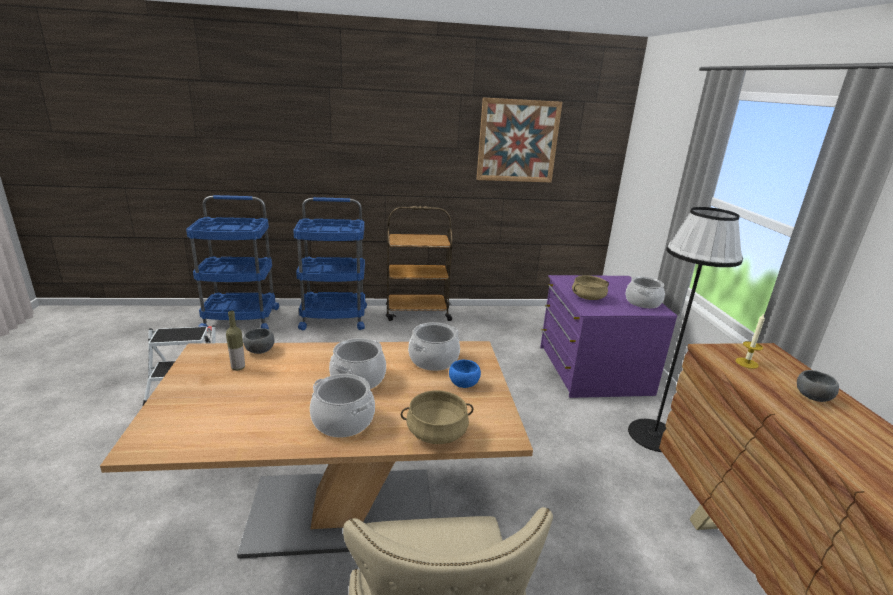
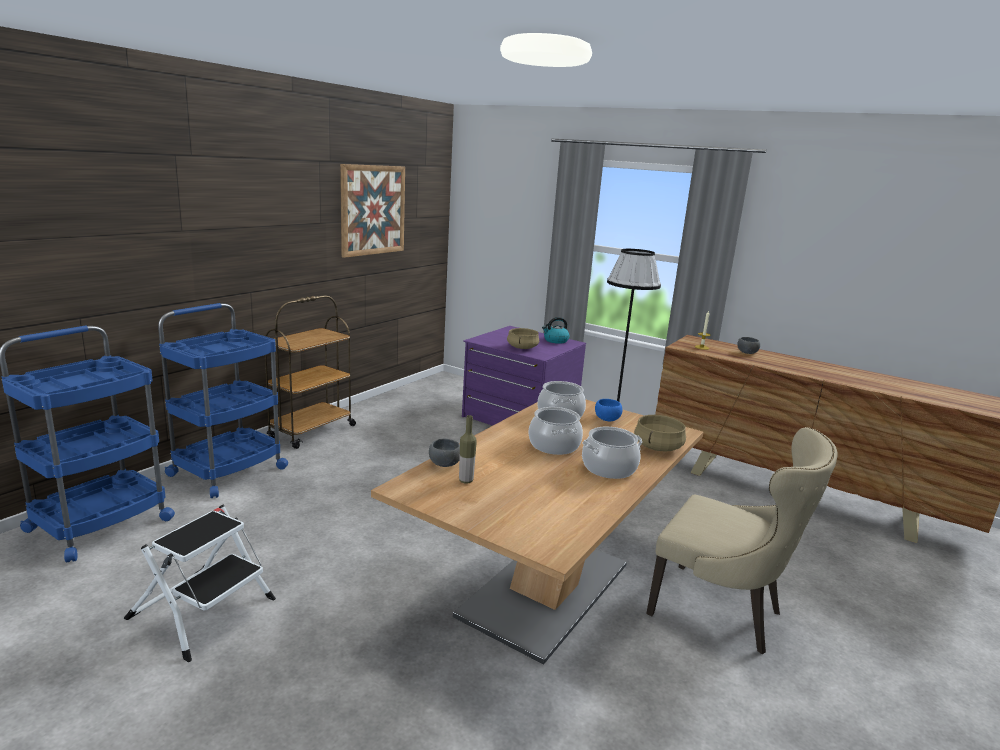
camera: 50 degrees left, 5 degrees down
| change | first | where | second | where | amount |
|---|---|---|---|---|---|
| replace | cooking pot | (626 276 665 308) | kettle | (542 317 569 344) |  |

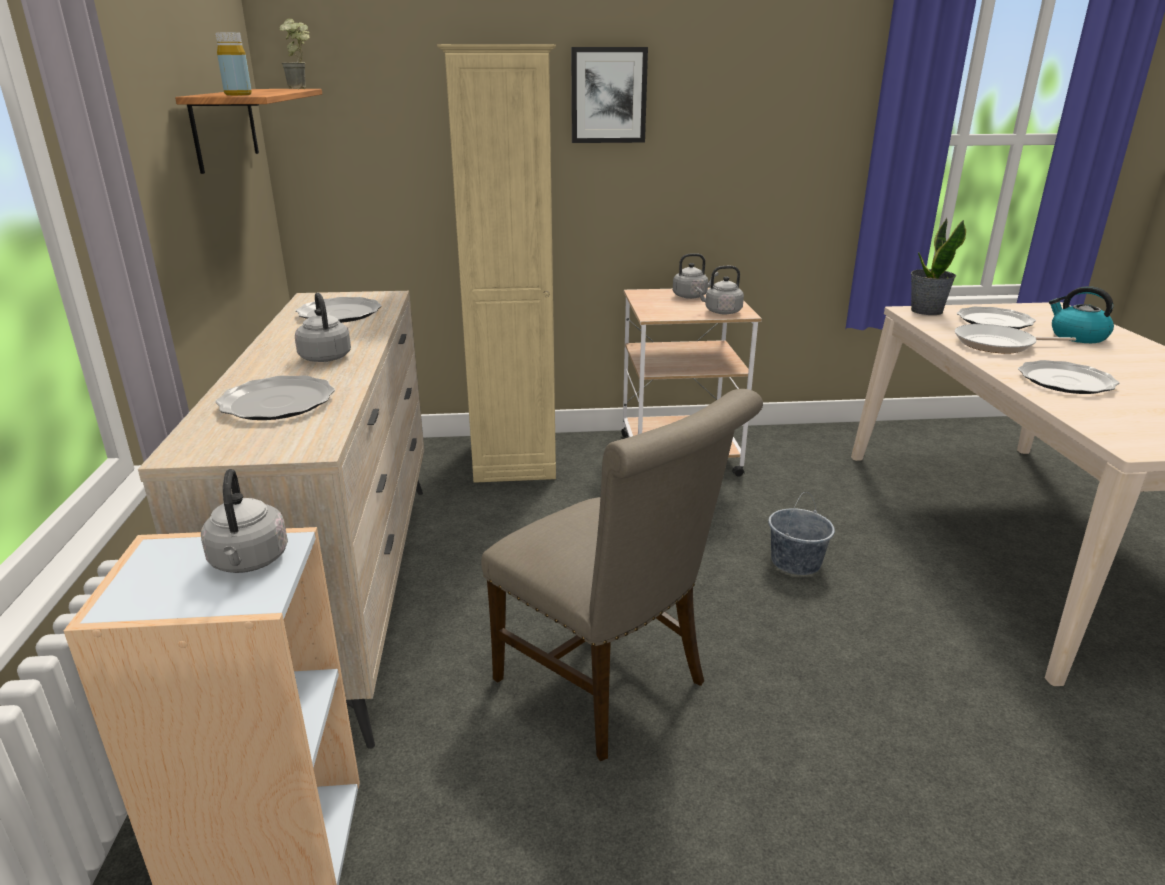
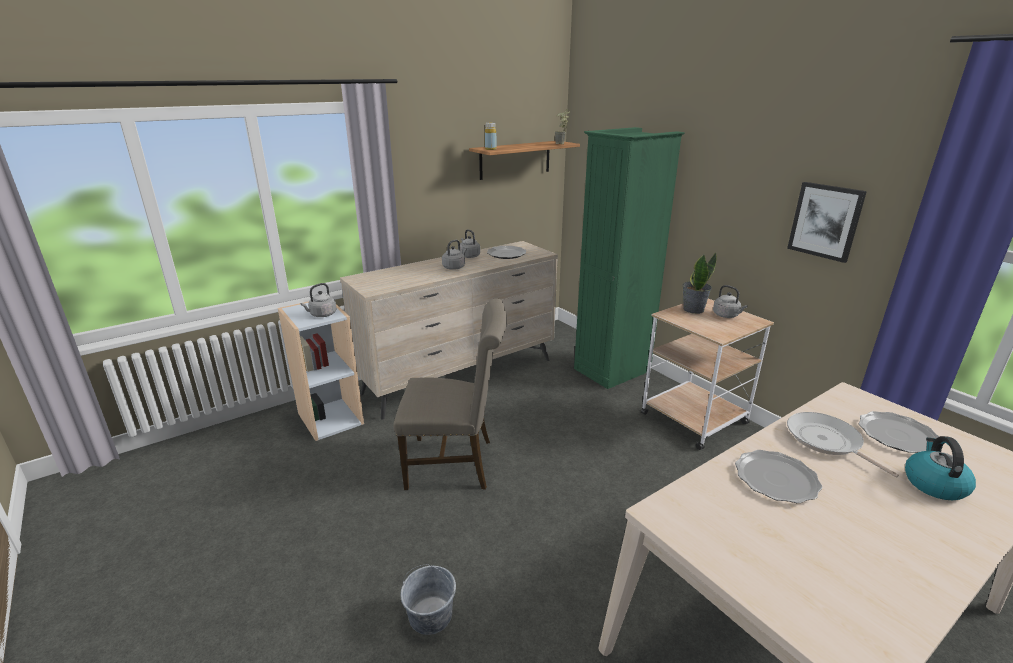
camera: 60 degrees right, 0 degrees up
| change | first | where | second | where | amount |
|---|---|---|---|---|---|
| delete | plate | (216 375 335 420) |  |  |  |
| recolor | cabinet in beige | (437 44 556 483) | cabinet in green | (574 127 685 389) |  |
| rotate | chair in beige | (481 389 763 761) |  | (393 299 507 490) | 105 degrees counterclockwise |
| move | picture | (571 47 648 143) |  | (787 182 867 263) |  |
| move | kettle in grey | (695 266 744 314) |  | (460 229 480 258) |  |
| move | bucket in grey | (768 492 835 575) |  | (401 564 456 635) |  |
| move | potted plant | (911 218 966 315) |  | (683 252 717 314) |  |

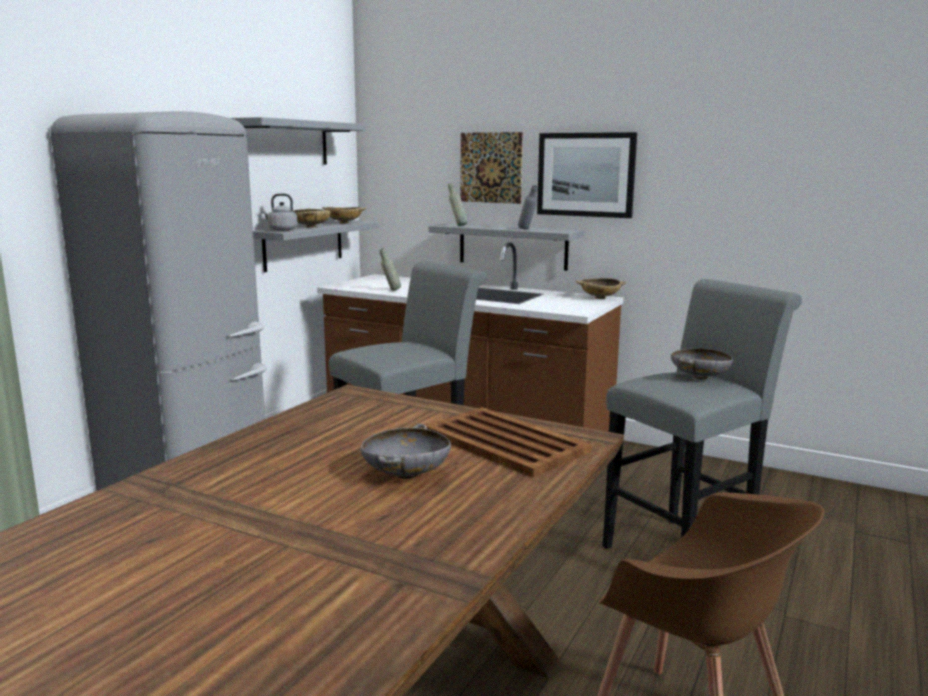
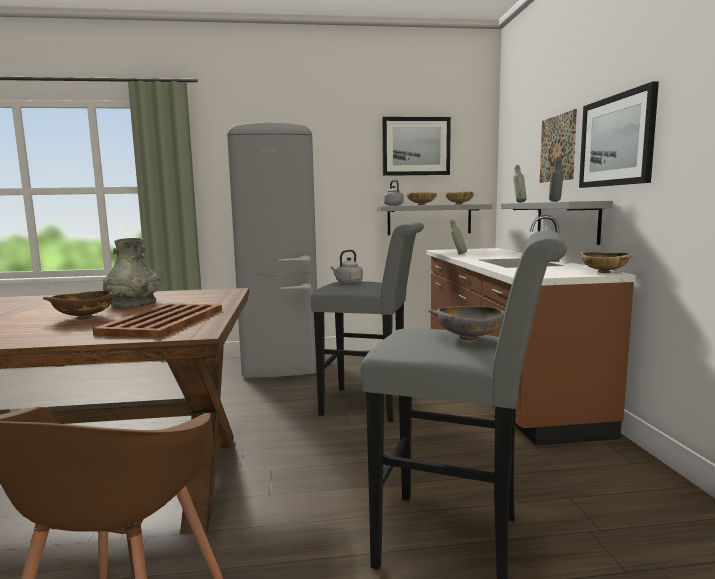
camera: 55 degrees right, 5 degrees down
| change | first | where | second | where | amount |
|---|---|---|---|---|---|
| replace | shelf in grey | (231 117 365 165) | picture | (382 117 451 176) |  |
| recolor | bowl in grey | (361 424 451 479) | bowl in brown | (43 291 121 320) |  |
| insert |  |  | vase in grey | (103 238 161 307) |  |
| insert |  |  | kettle in grey | (331 250 363 284) |  |

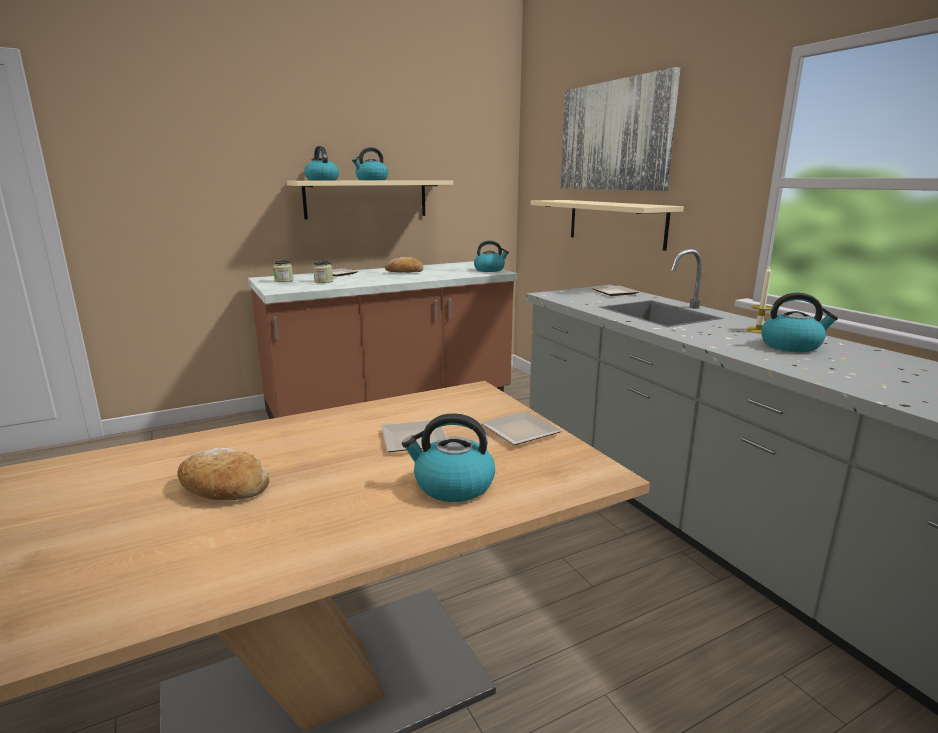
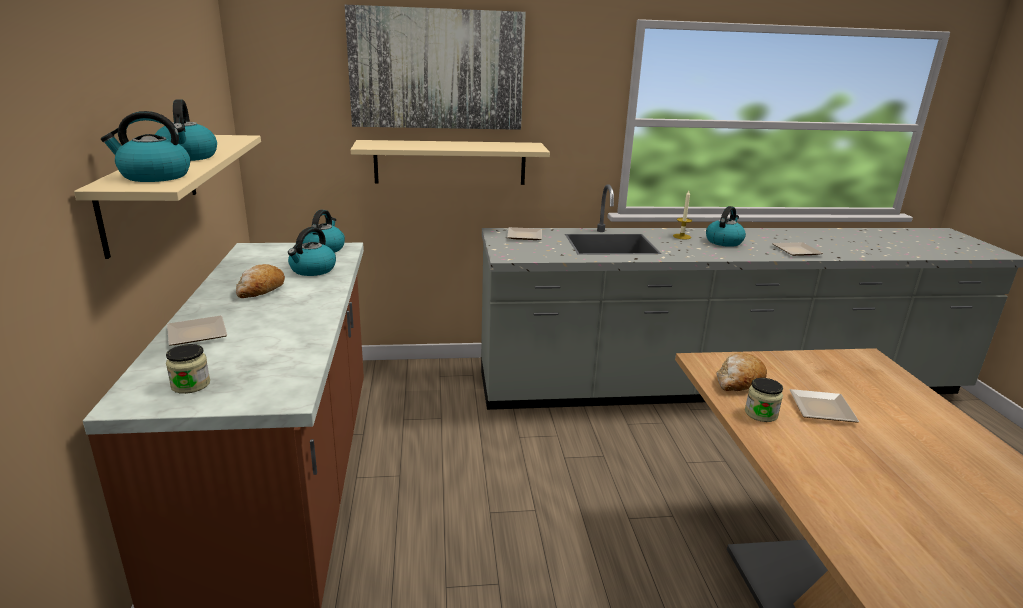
camera: 70 degrees left, 5 degrees up
| change | first | where | second | where | amount |
|---|---|---|---|---|---|
| move | bread | (177 448 269 500) |  | (717 352 767 391) |  |
| move | jar | (313 261 333 283) |  | (745 378 783 422) |  |
| move | kettle | (402 413 495 502) |  | (288 227 336 276) |  |
| move | plate | (480 411 562 445) |  | (772 242 823 256) |  |

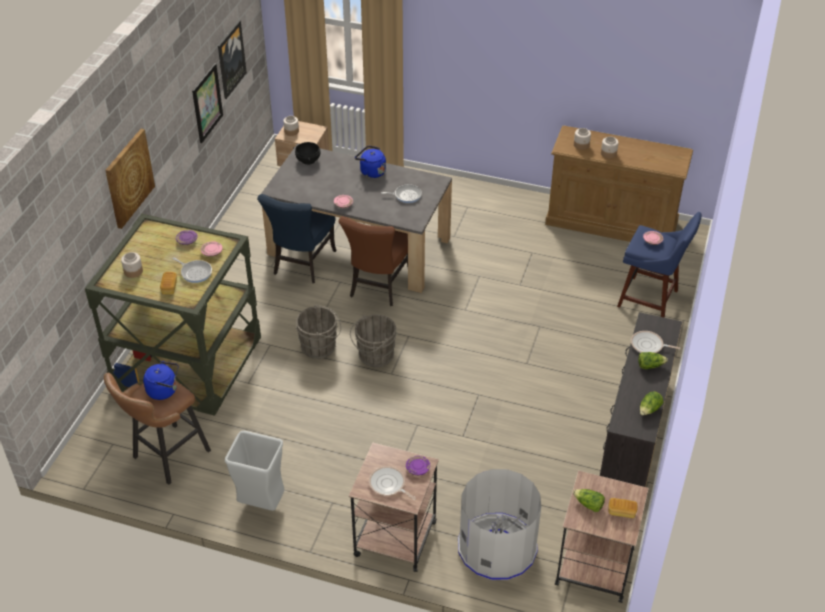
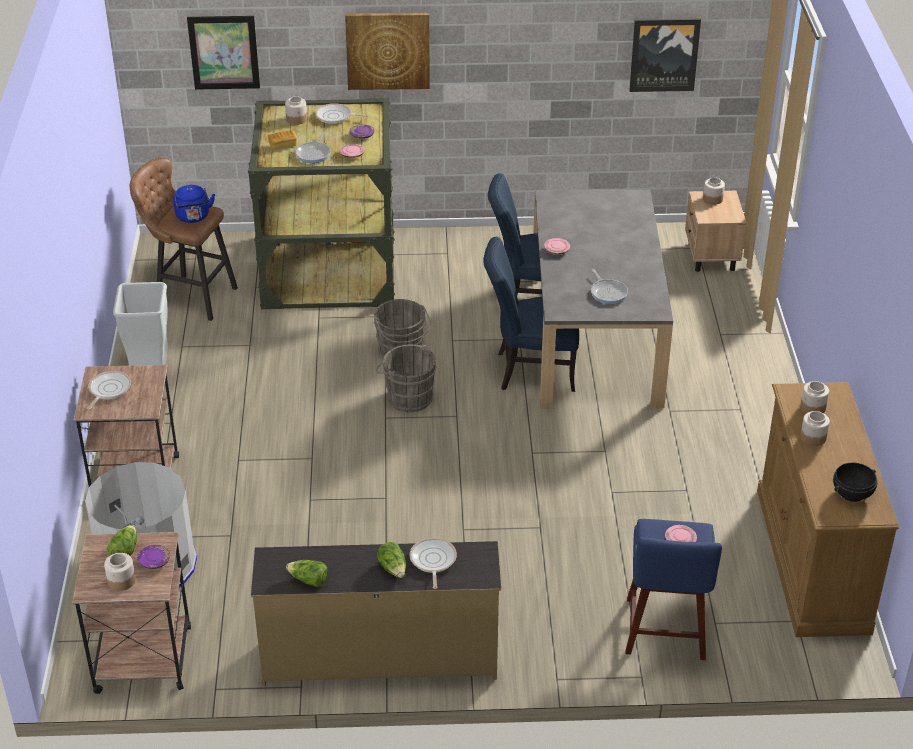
camera: 70 degrees right, 5 degrees down
| change | first | where | second | where | amount |
|---|---|---|---|---|---|
| move | picture | (192 63 223 143) |  | (187 16 260 90) |  |
| move | bowl in black | (295 142 320 165) |  | (833 463 878 502) |  |
| recolor | chair in brown | (338 216 408 306) | chair in blue | (483 237 579 392) |  |
| delete | kettle in blue | (355 146 386 178) |  |  |  |
| move | plate in purple | (406 456 430 476) |  | (137 545 170 569) |  |
| replace | bread | (608 498 638 518) | jar | (104 553 136 591) |  |
| insert |  |  | frying pan | (315 103 369 124) |  |

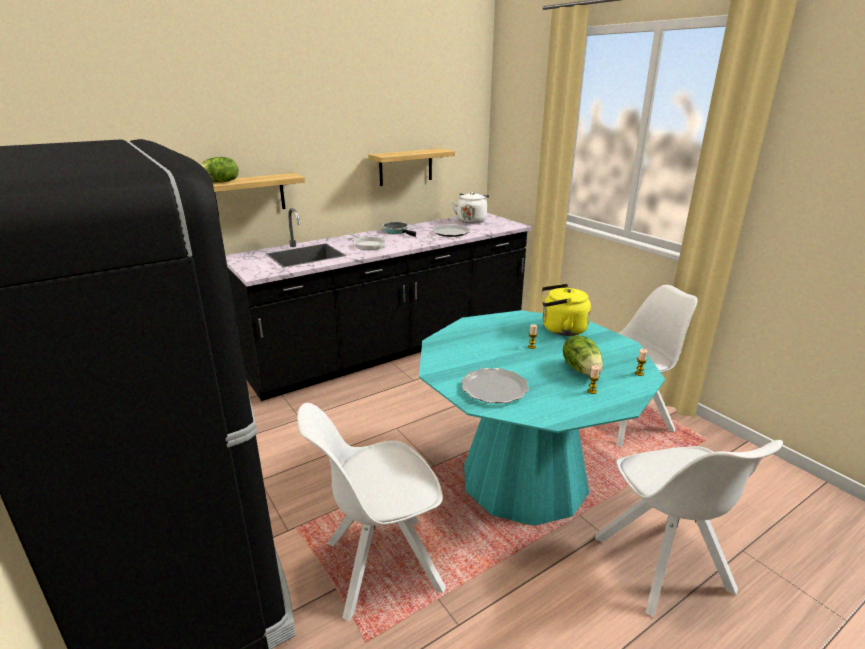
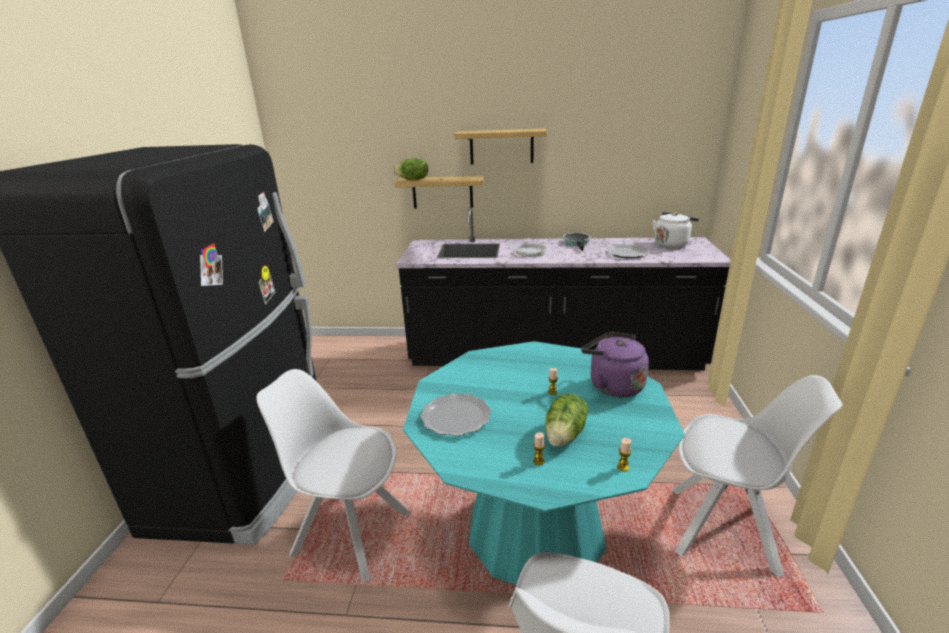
camera: 40 degrees right, 0 degrees up
| change | first | where | second | where | amount |
|---|---|---|---|---|---|
| move | shelf | (368 148 455 186) |  | (454 128 547 165) |  |
| recolor | kettle in yellow | (541 284 591 336) | kettle in purple | (581 332 649 397) |  |

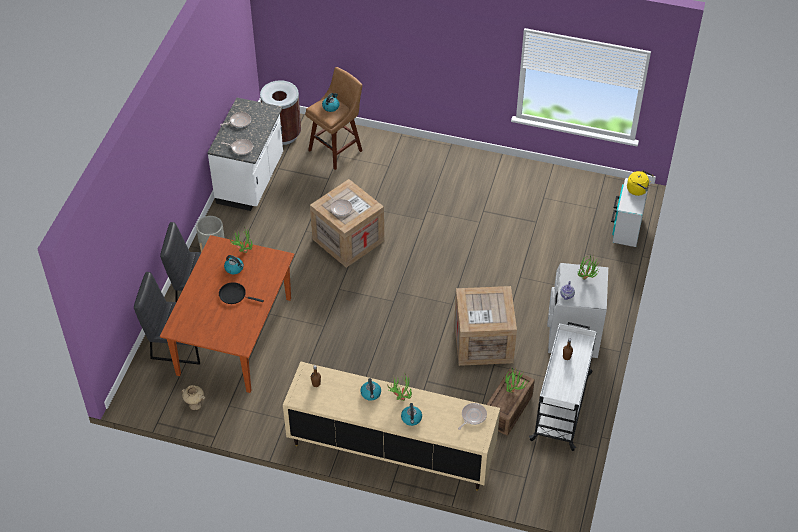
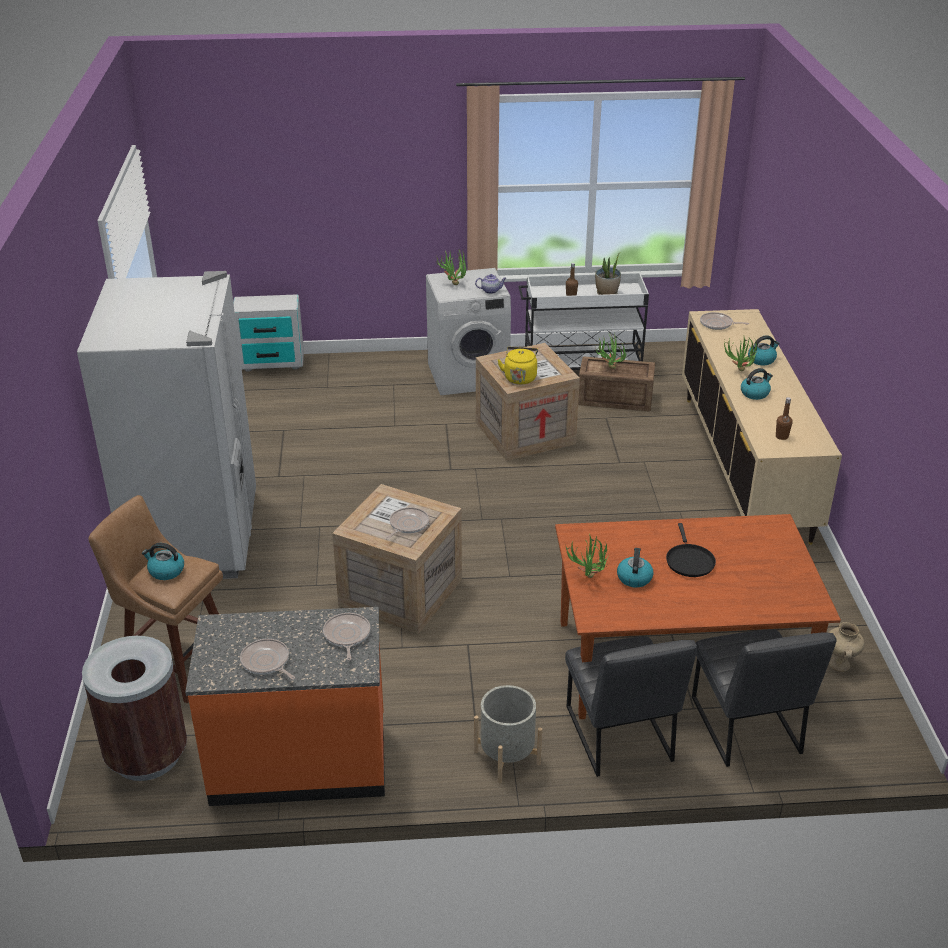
camera: 110 degrees left, 15 degrees down
| change | first | where | second | where | amount |
|---|---|---|---|---|---|
| recolor | counter in white | (207 98 283 211) | counter in orange | (185 607 385 806) |  |
| move | kettle in yellow | (627 170 653 196) |  | (497 347 538 384) |  |
| insert |  |  | fridge in white | (77 271 256 579) |  |
| insert |  |  | potted plant | (595 252 621 295) |  |

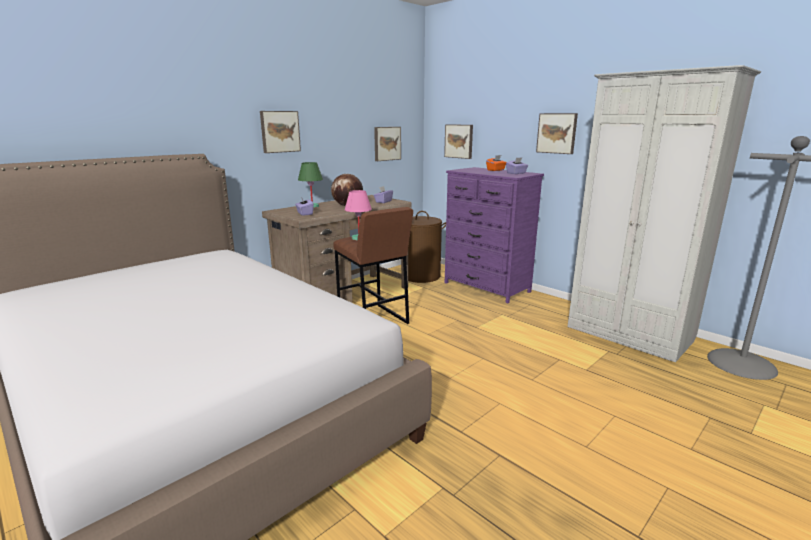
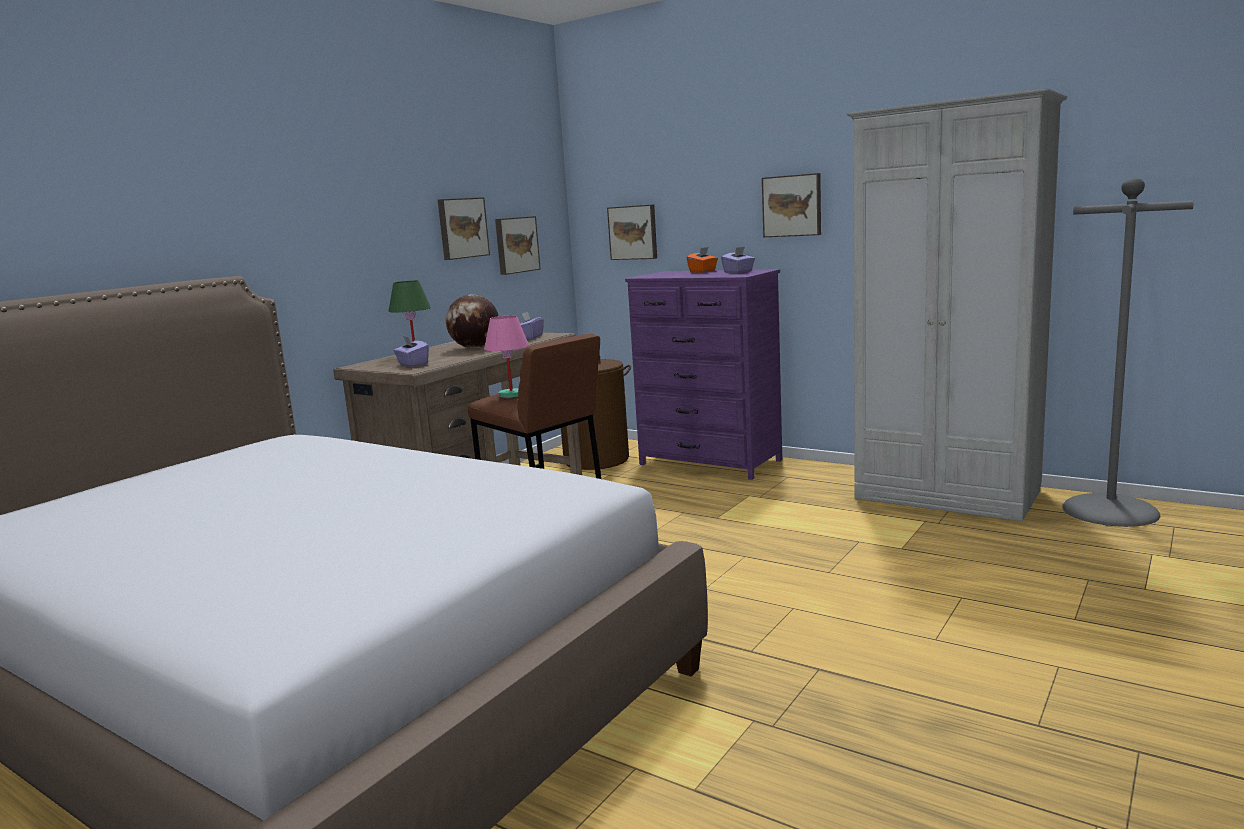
camera: 10 degrees left, 5 degrees down
| change | first | where | second | where | amount |
|---|---|---|---|---|---|
| move | picture | (260 111 301 153) |  | (438 197 490 260) |  |

